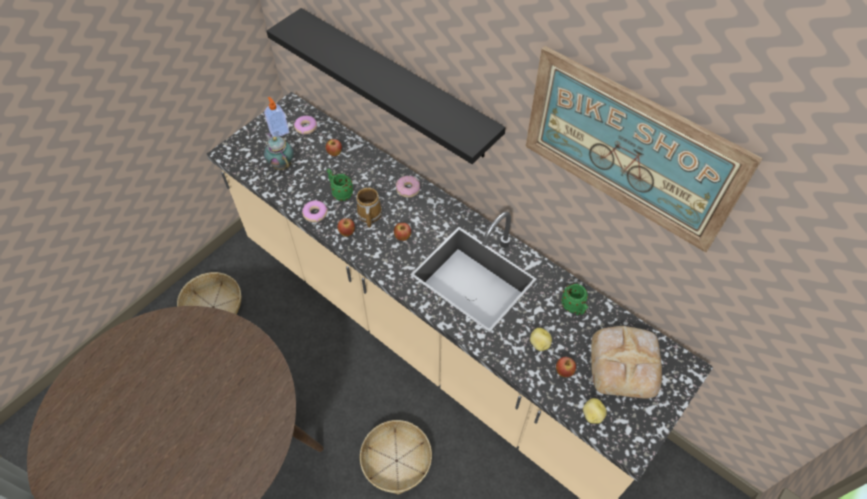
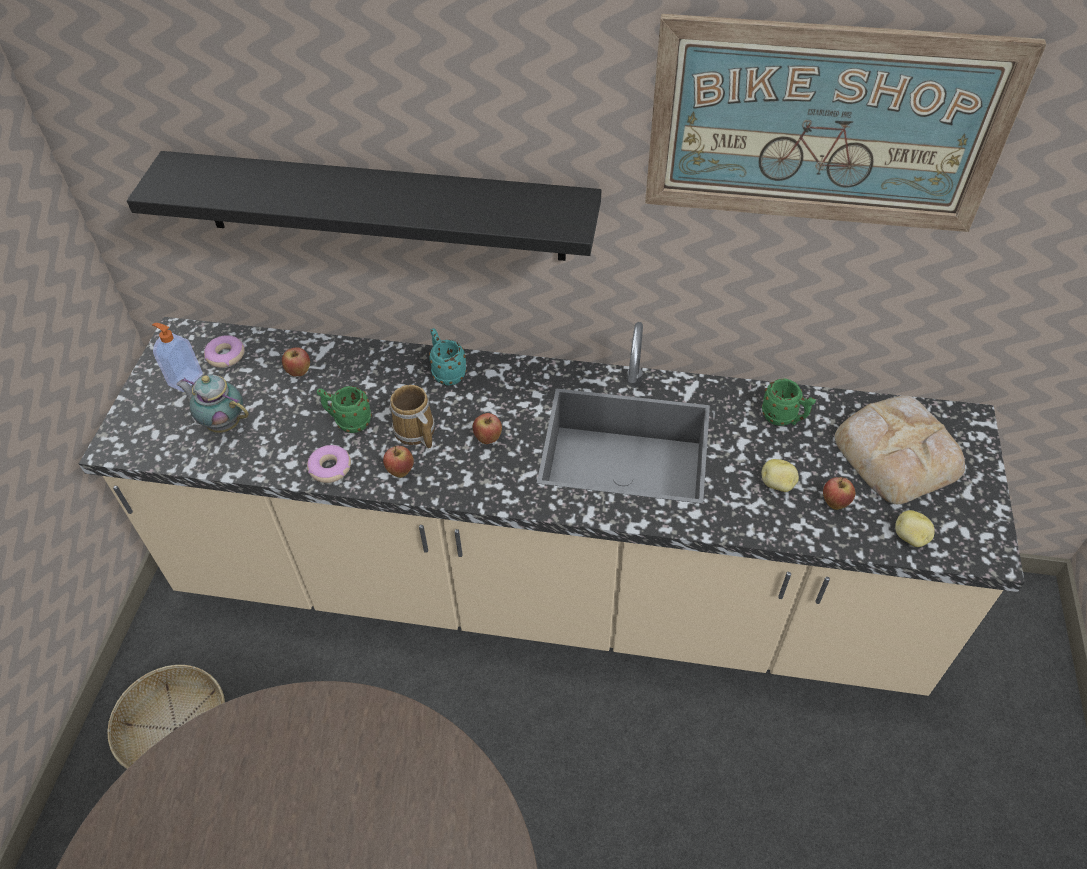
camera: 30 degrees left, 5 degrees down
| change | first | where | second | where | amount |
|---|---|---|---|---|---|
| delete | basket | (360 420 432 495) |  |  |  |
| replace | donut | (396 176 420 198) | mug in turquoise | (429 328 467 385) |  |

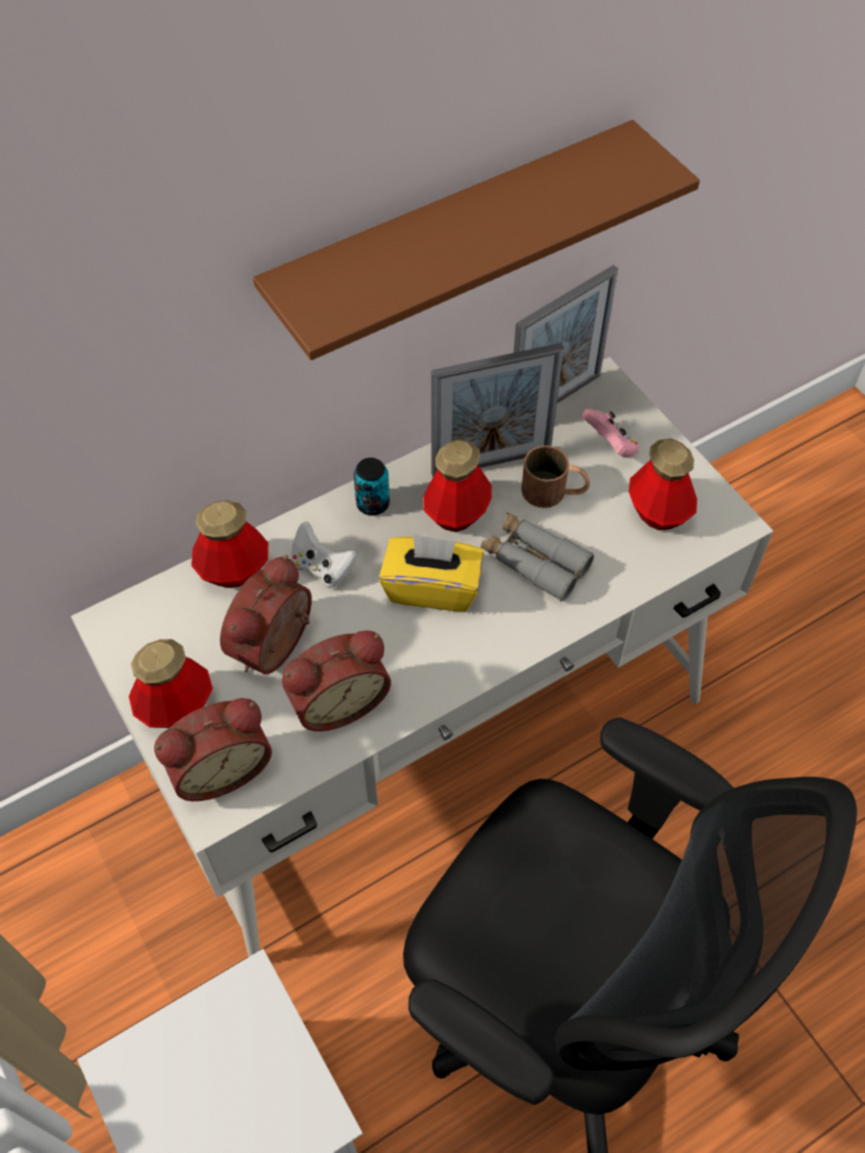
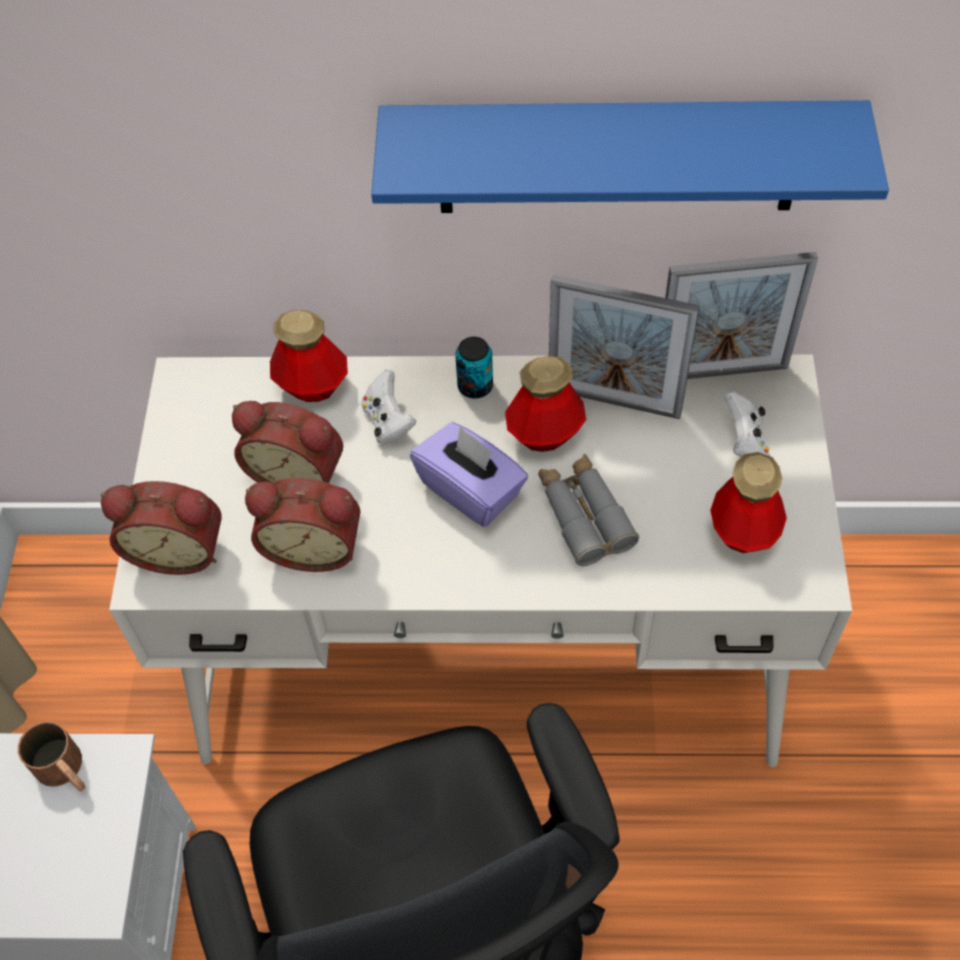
camera: 35 degrees right, 0 degrees up
| change | first | where | second | where | amount |
|---|---|---|---|---|---|
| delete | bottle | (129 639 213 728) |  |  |  |
| rotate | alarm clock | (220 555 312 674) |  | (232 401 343 483) | 135 degrees counterclockwise |
| recolor | shelf in brown | (253 120 700 360) | shelf in blue | (371 100 889 213) |  |
| recolor | tissue box in yellow | (379 533 484 612) | tissue box in purple | (410 422 528 527) |  |
| move | mug in brown | (521 446 590 508) |  | (18 721 85 791) |  |
| recolor | game controller in pink | (581 408 639 458) | game controller in white | (724 391 770 457) |  |

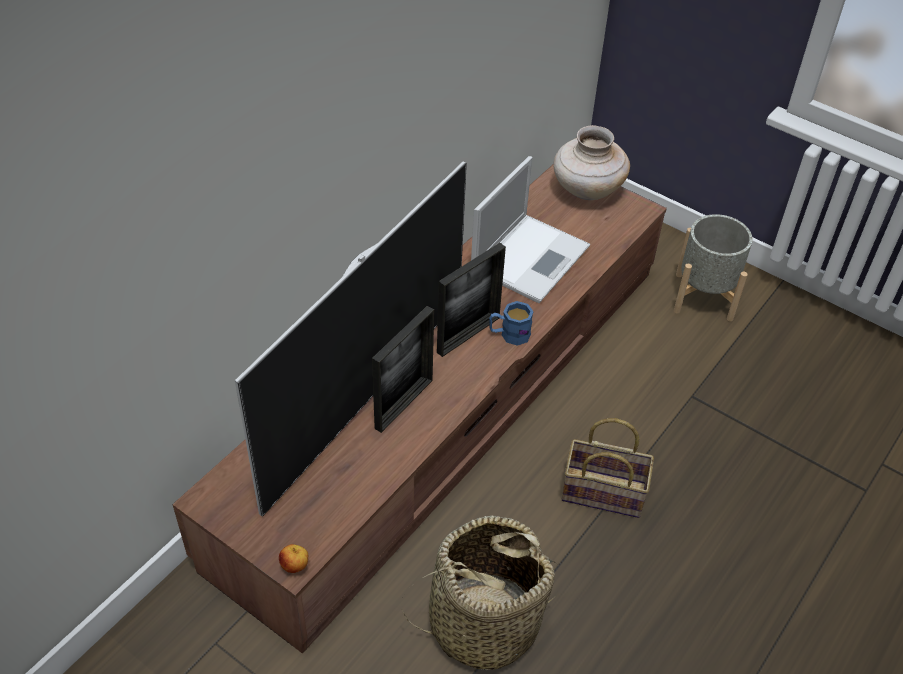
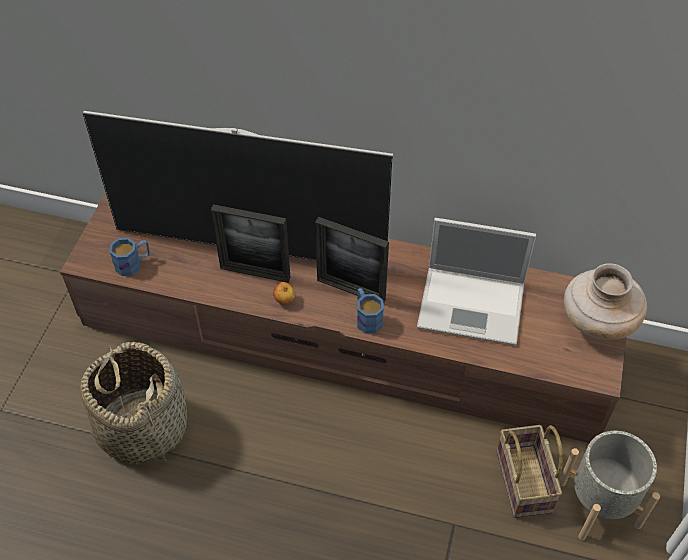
camera: 70 degrees right, 5 degrees up
| change | first | where | second | where | amount |
|---|---|---|---|---|---|
| move | apple | (279 544 308 573) |  | (273 282 295 305) |  |
| move | basket | (562 418 654 518) |  | (496 425 563 518) |  |
| insert |  |  | mug in blue | (109 238 150 276) |  |

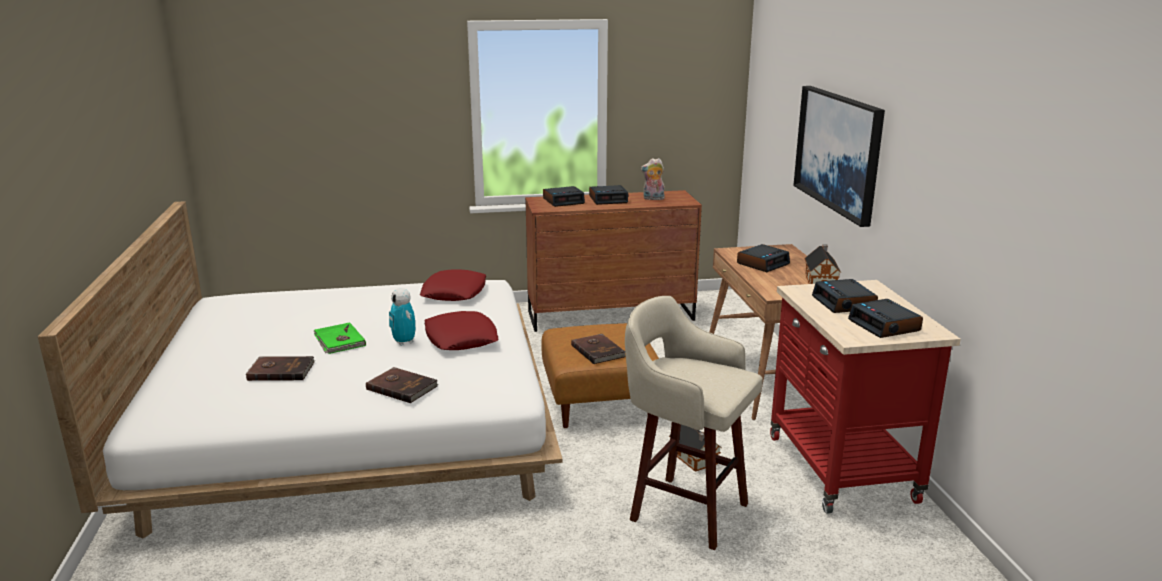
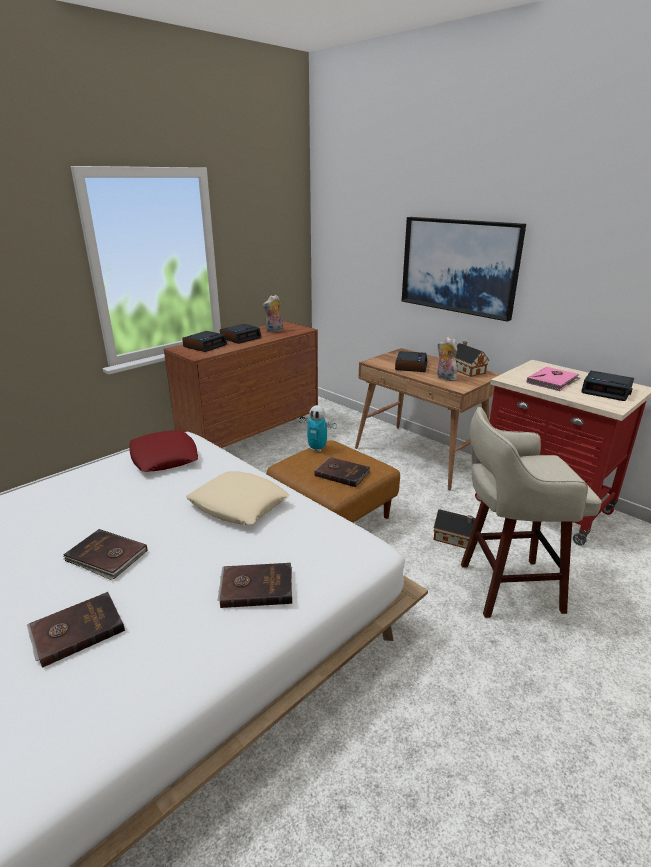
camera: 35 degrees left, 5 degrees up
| change | first | where | second | where | amount |
|---|---|---|---|---|---|
| recolor | book in green | (314 322 366 354) | book in brown | (63 529 147 580) |  |
| move | toy robot | (389 288 415 346) |  | (298 405 337 452) |  |
| recolor | pillow in red | (424 311 498 350) | pillow in beige | (186 471 289 525) |  |
| replace | alarm clock | (812 279 878 313) | book in pink | (527 367 580 391) |  |
| insert |  |  | plush toy | (437 337 457 381) |  |

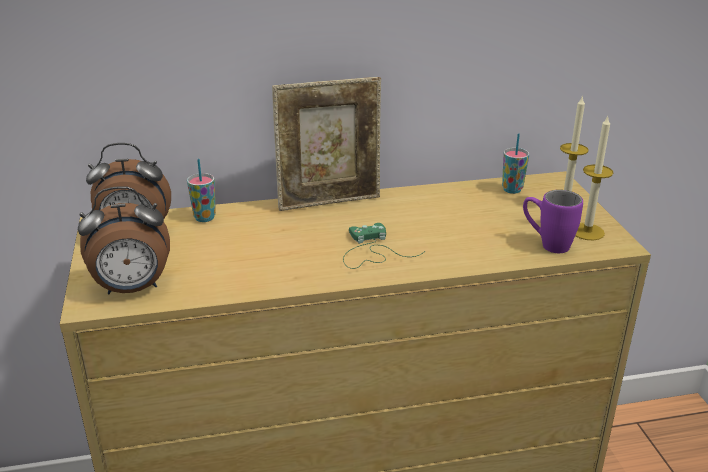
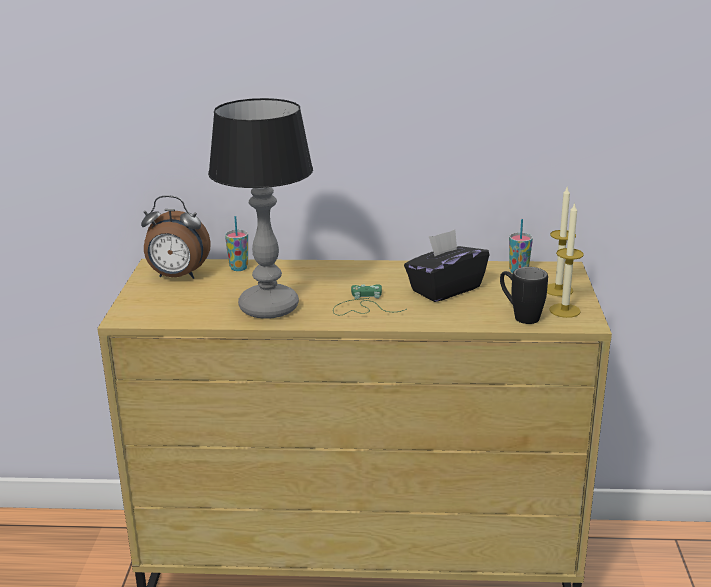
camera: 15 degrees right, 5 degrees down
| change | first | where | second | where | amount |
|---|---|---|---|---|---|
| delete | alarm clock | (78 186 170 294) |  |  |  |
| delete | picture frame | (272 77 381 211) |  |  |  |
| recolor | mug in purple | (523 190 583 253) | mug in black | (500 267 548 324) |  |
| insert |  |  | table lamp | (208 98 313 319) |  |
| insert |  |  | tissue box in black | (404 229 489 302) |  |

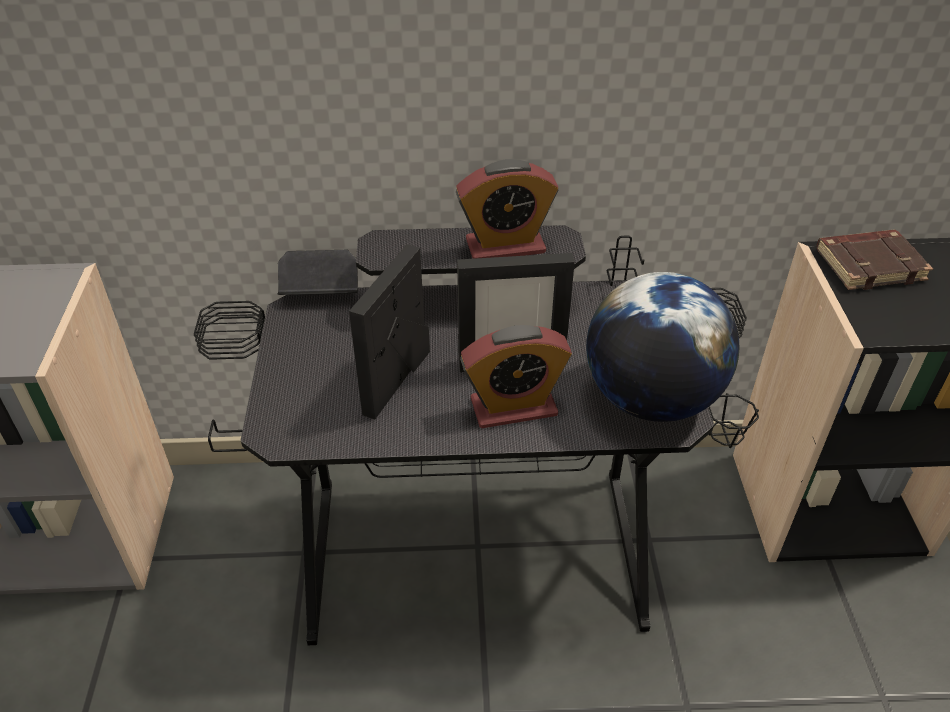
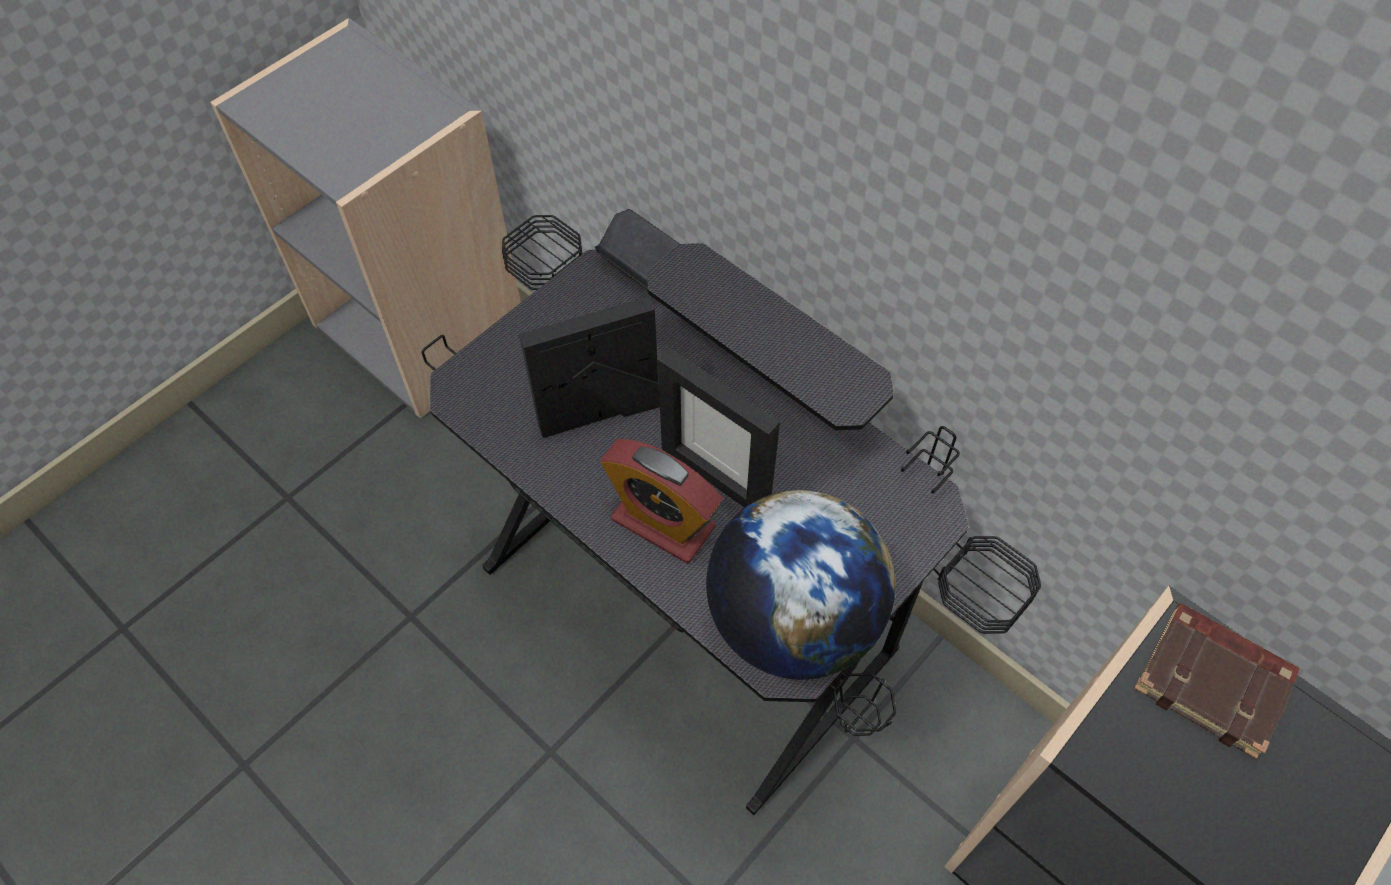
camera: 45 degrees right, 15 degrees up
| change | first | where | second | where | amount |
|---|---|---|---|---|---|
| delete | alarm clock | (456 159 558 259) |  |  |  |

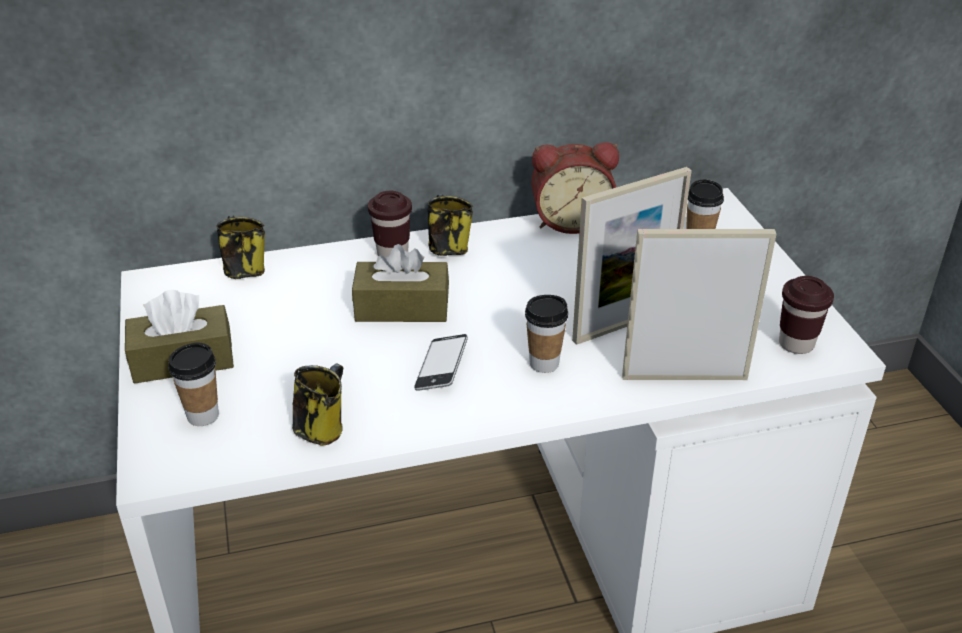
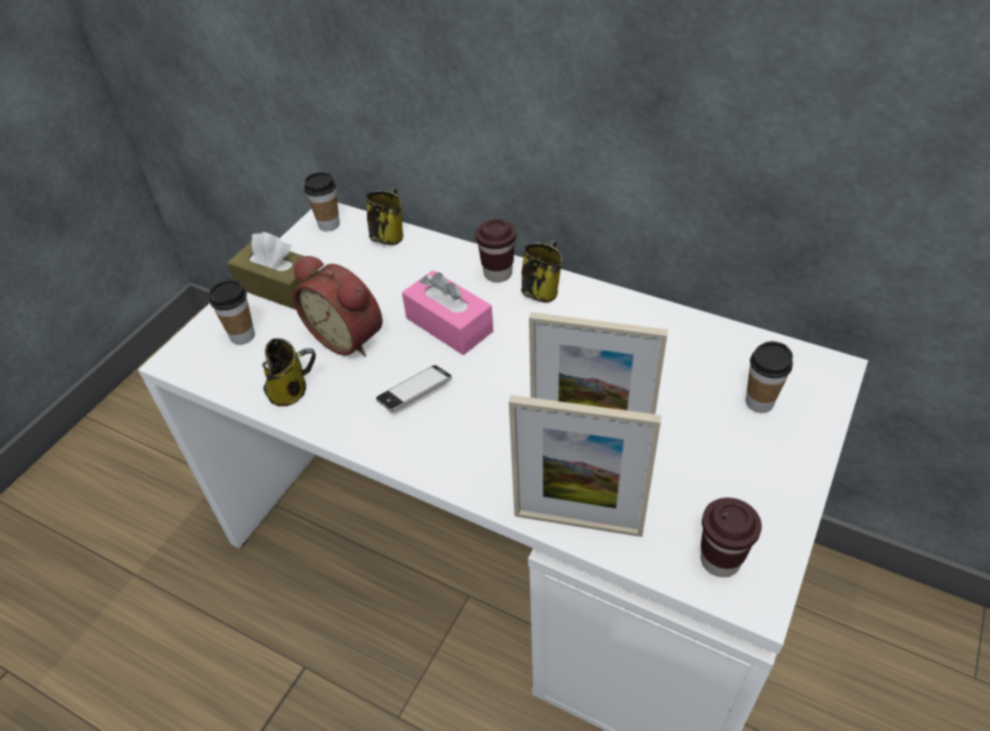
camera: 45 degrees right, 10 degrees up
| change | first | where | second | where | amount |
|---|---|---|---|---|---|
| recolor | tissue box in brown | (352 244 449 322) | tissue box in pink | (402 271 493 355) |  |
| move | cup | (525 295 568 373) |  | (304 172 340 231) |  |
| move | alarm clock | (531 142 619 234) |  | (293 256 382 357) |  |
| rotate | picture frame | (622 229 776 380) |  | (509 395 661 537) | 150 degrees clockwise |

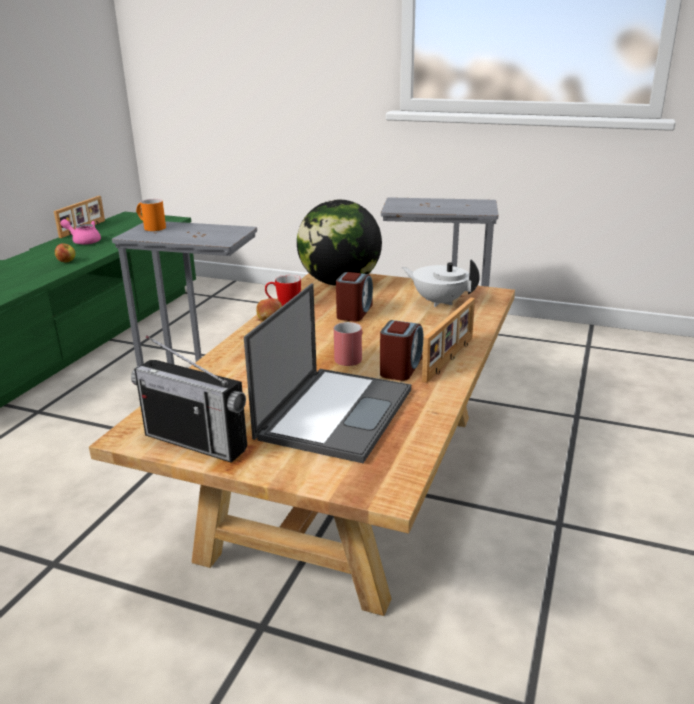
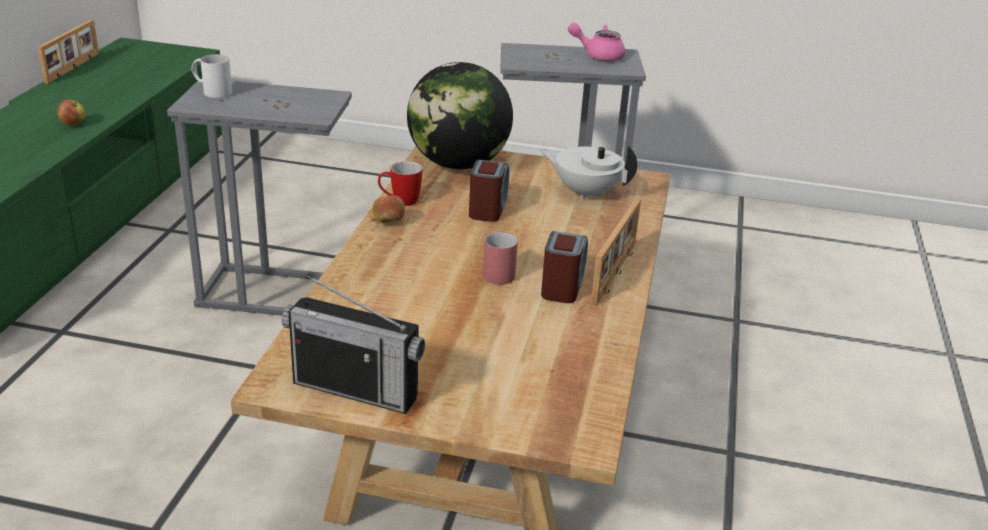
camera: 10 degrees left, 5 degrees up
| change | first | where | second | where | amount |
|---|---|---|---|---|---|
| move | teapot in pink | (60 219 101 245) |  | (568 23 625 61) |  |
| recolor | mug in orange | (136 199 166 231) | mug in white | (191 54 232 98) |  |
| delete | laptop | (244 283 411 463) |  |  |  |

